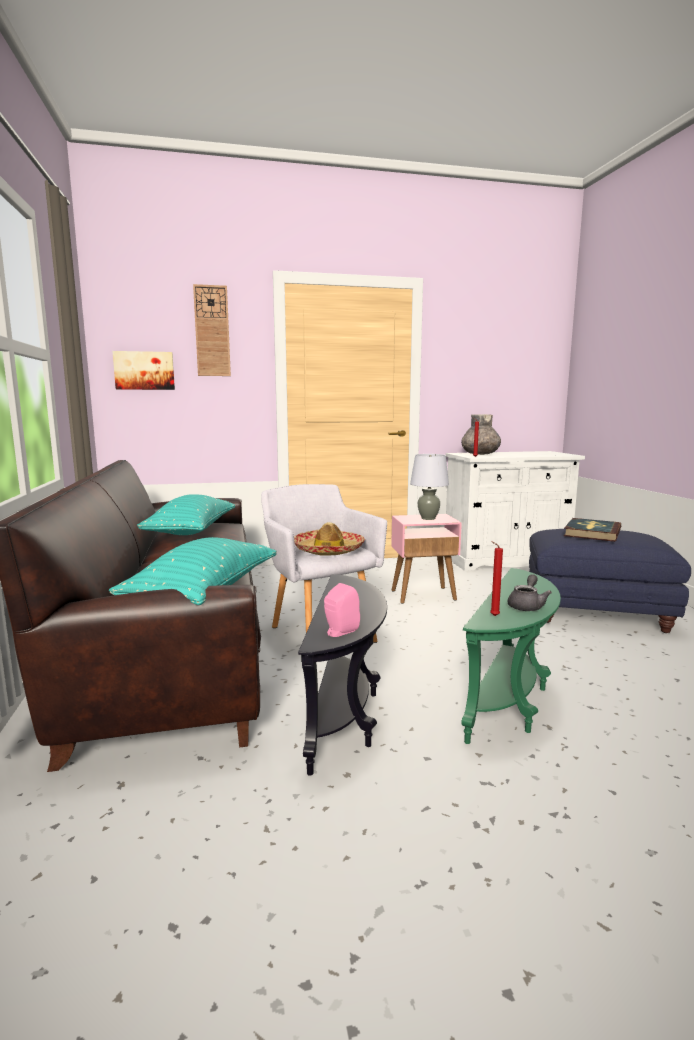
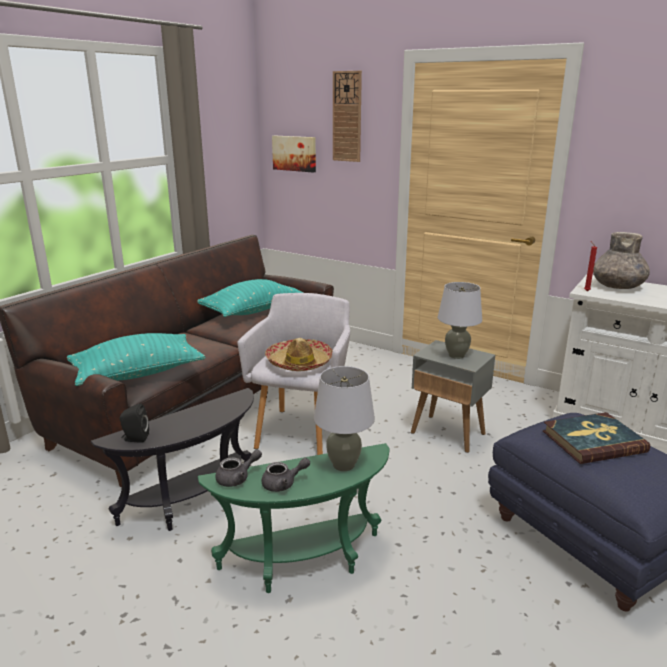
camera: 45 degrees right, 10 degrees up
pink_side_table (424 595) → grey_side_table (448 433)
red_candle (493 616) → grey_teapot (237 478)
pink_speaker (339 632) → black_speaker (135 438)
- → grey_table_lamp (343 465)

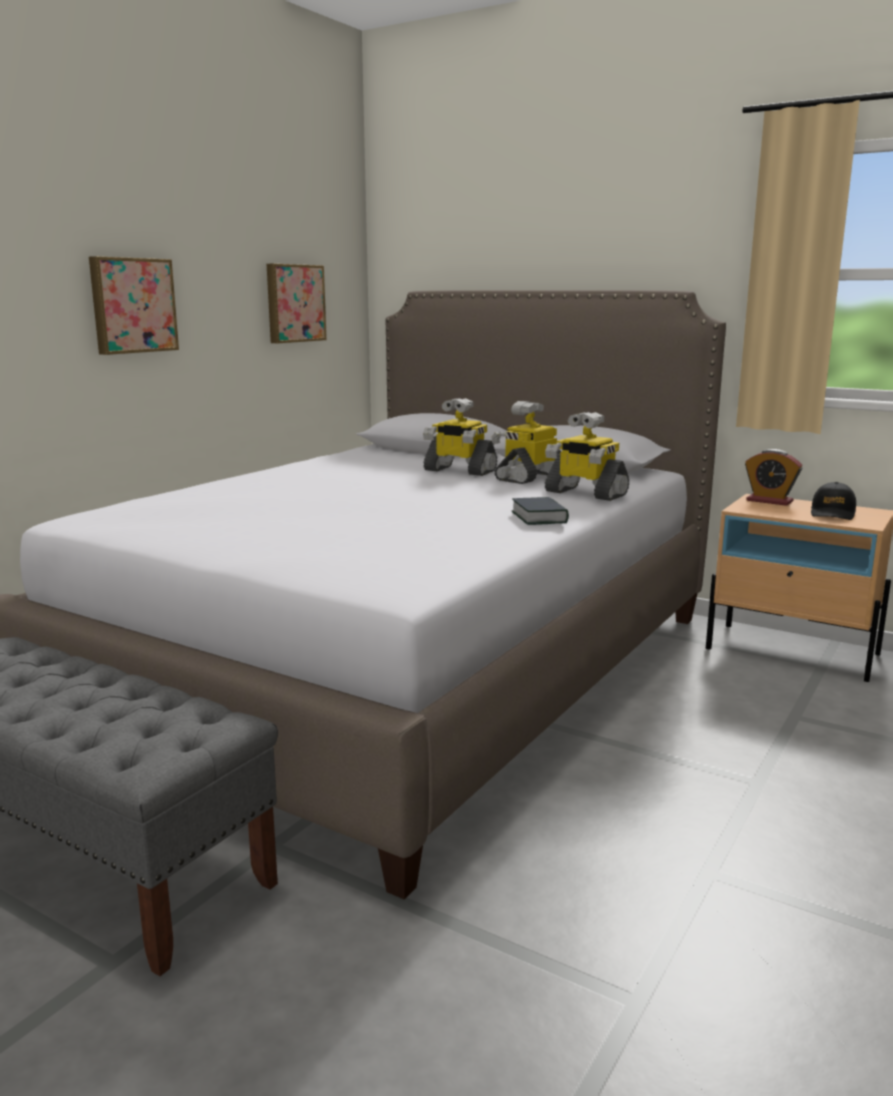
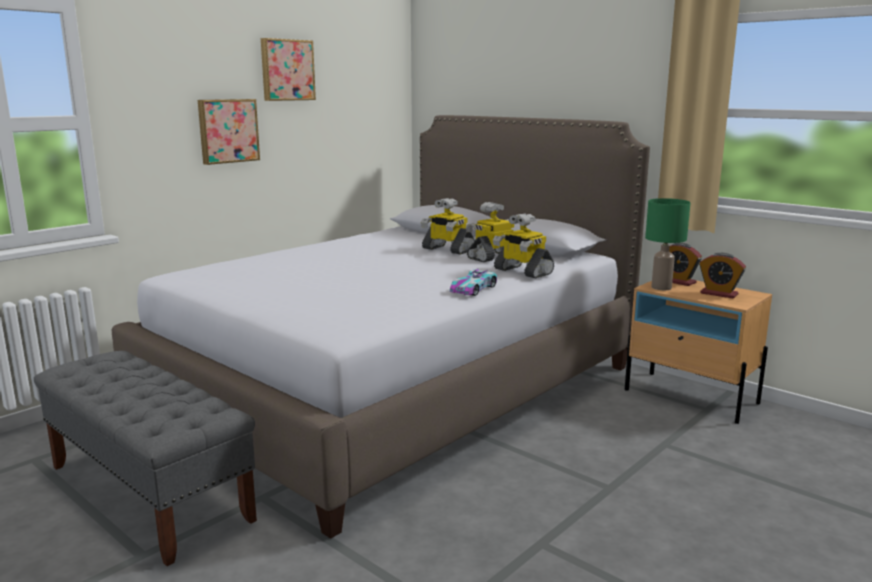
camera: 10 degrees right, 0 degrees up
picture (294 303) → picture (286 70), moved
black_cap (832 513) → alarm_clock (719 294)
book (539 517) → toy_car (473 289)
- → green_table_lamp (661 288)

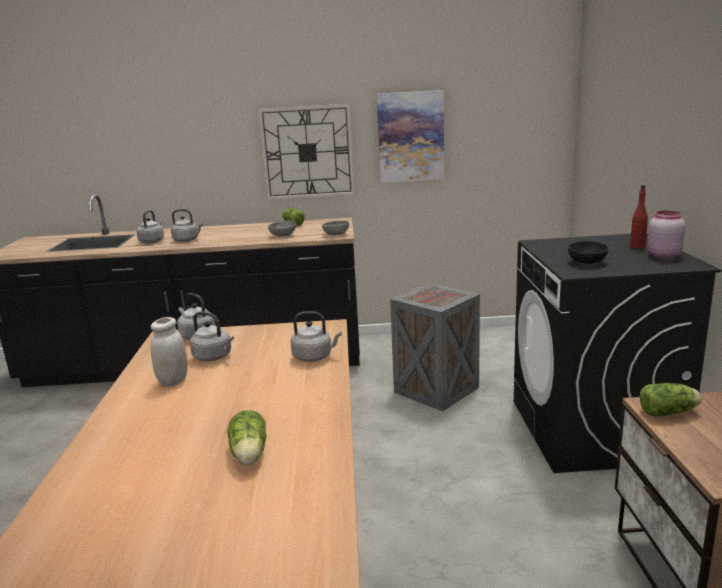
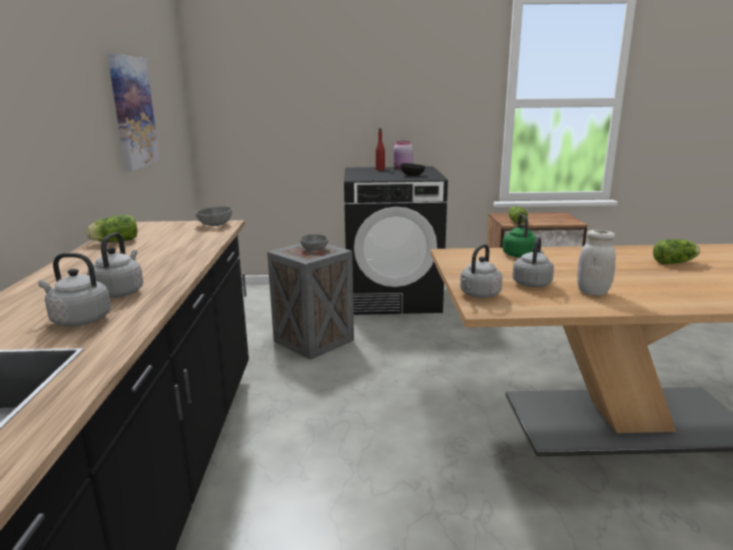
camera: 90 degrees left, 0 degrees up
wall_clock (307 152) → -
grey_bowl (283 235) → grey_bowl (315 249), moved
grey_kettle (314 357) → green_kettle (518 254)

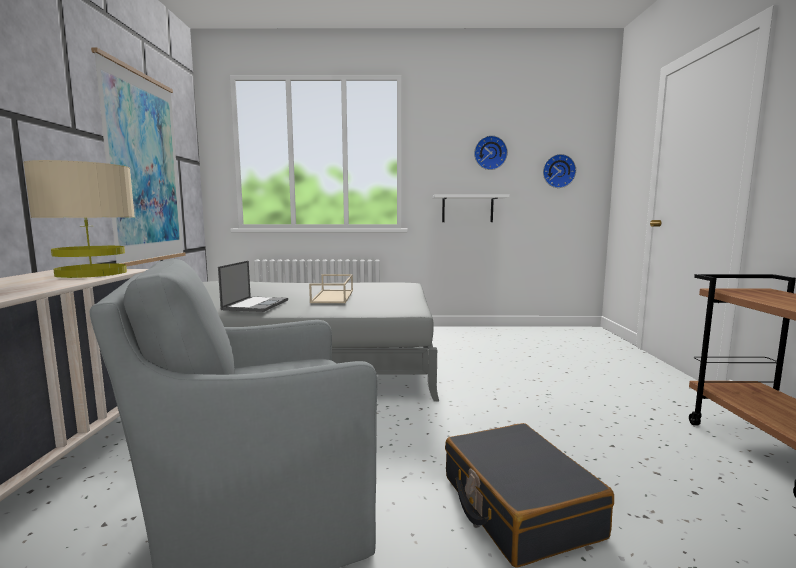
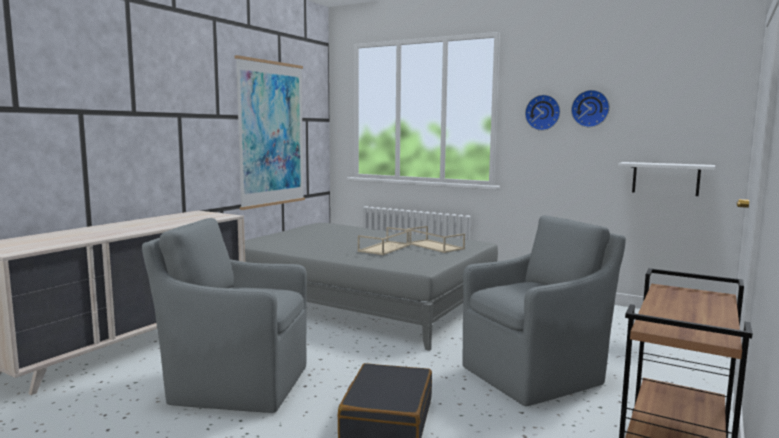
camera: 30 degrees right, 0 degrees up
wall_clock (558 171) → wall_clock (543 112), moved
beige_table_lamp (92 273) → -
white_shelf (467 208) → white_shelf (665 178), moved
laptop (256 304) → -
- → grey_armchair (535 374)
- → beige_tray (434 246)

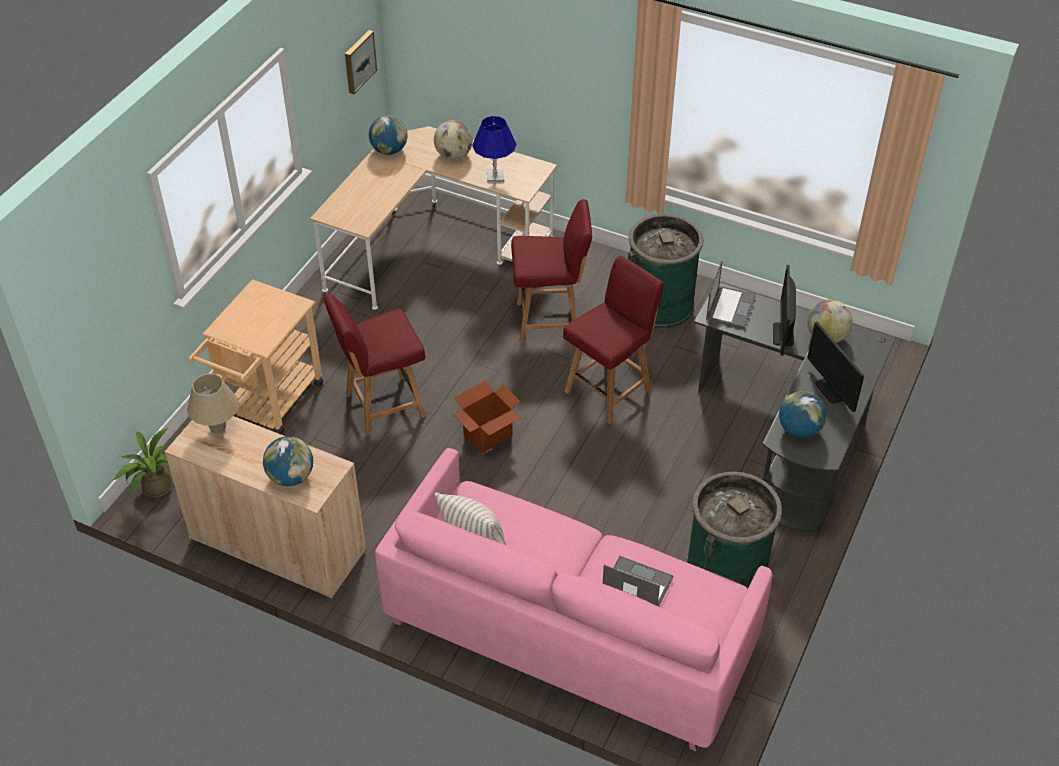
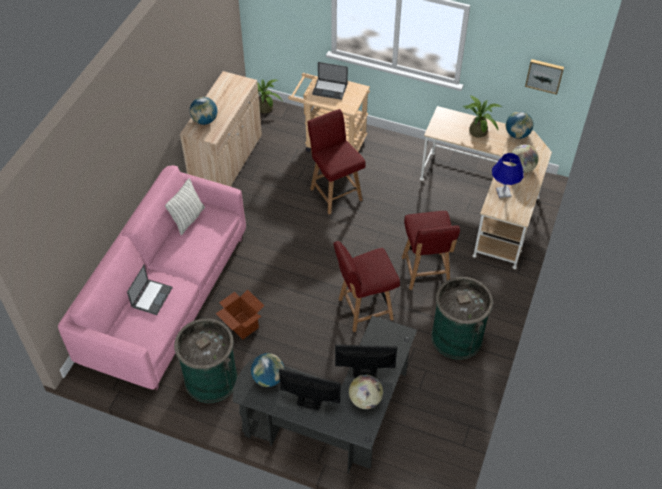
camera: 85 degrees right, 5 degrees up
red_chair (609 390) → red_chair (364 309), 120 degrees clockwise
laptop (730 307) → laptop (330 89), moved
monitor (831 390) → monitor (309 401), 45 degrees clockwise
beige_table_lamp (218 428) → -
cardboard_box (487 436) → cardboard_box (242 325), moved
- → potted_plant (477 130)

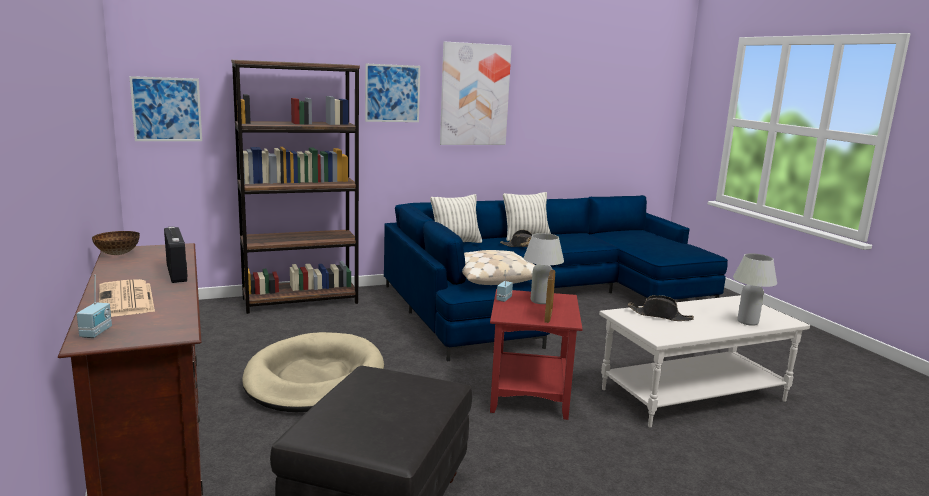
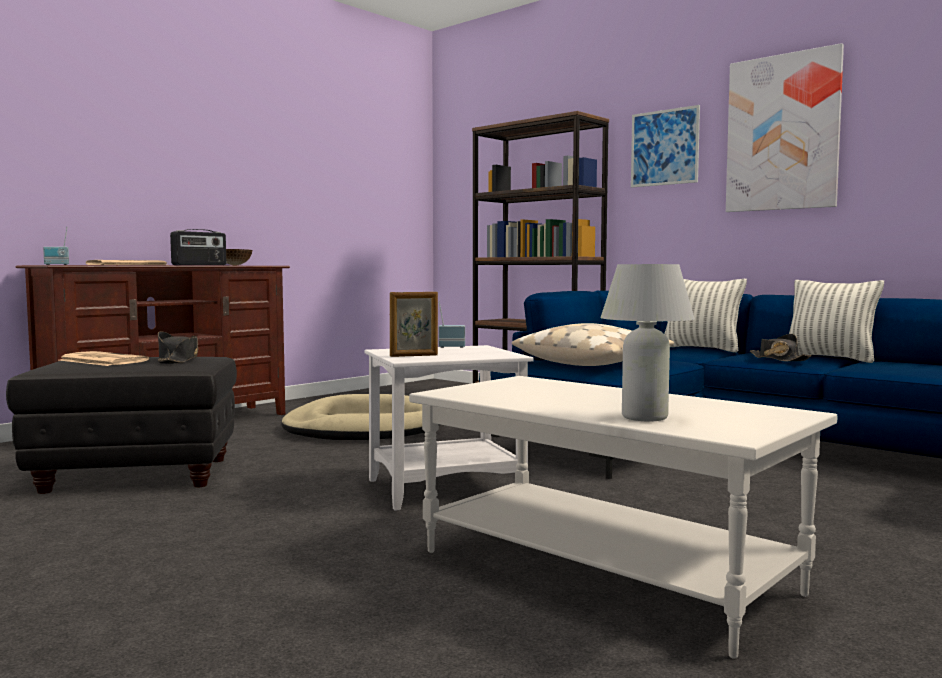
camera: 65 degrees right, 10 degrees down
picture (167 109) → -
white_table_lamp (540 301) → -
red_side_table (527 393) → white_side_table (445 487)
black_hat (660 315) → black_hat (178 360), moved
- → newspaper (101 360)

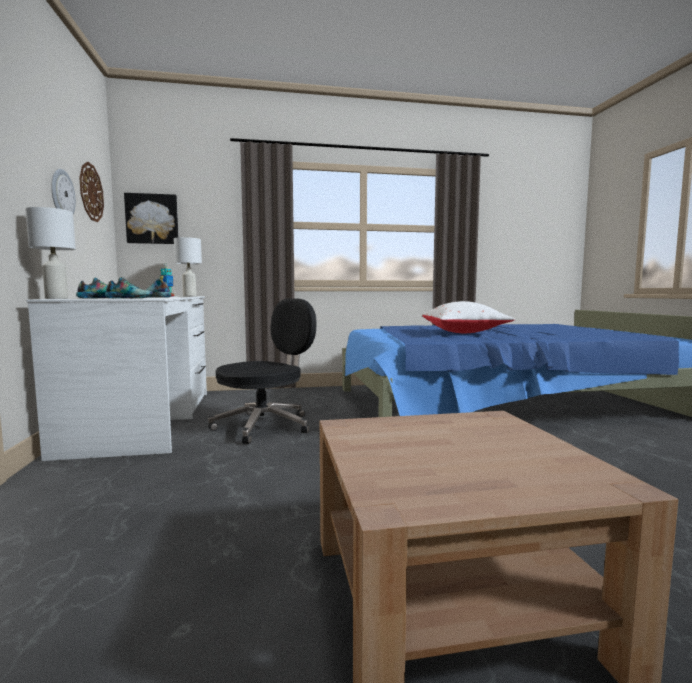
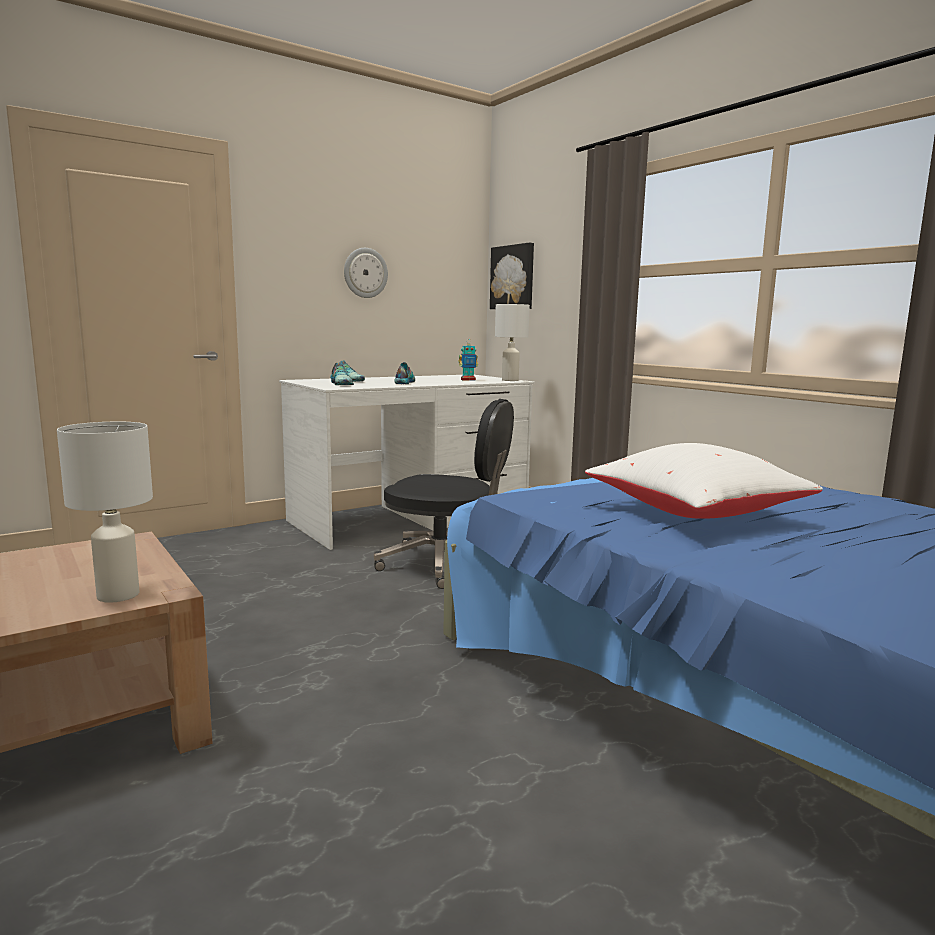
camera: 65 degrees right, 5 degrees up
wall_clock (91 192) → -
white_table_lamp (55 298) → white_table_lamp (117 595), moved

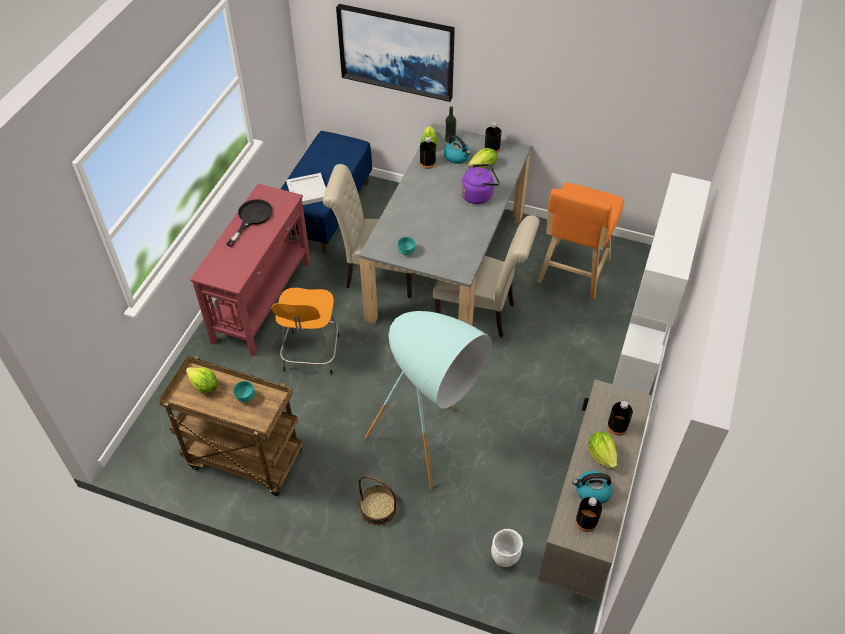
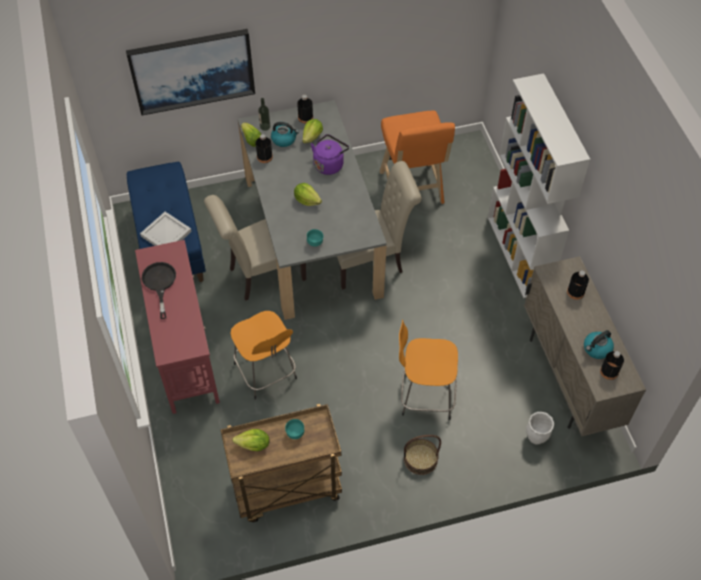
camera: 35 degrees left, 5 degrees up
turquoise_floor_lamp (430 455) → orange_stool (424 396)
lettuce (601 455) → lettuce (307 200), moved

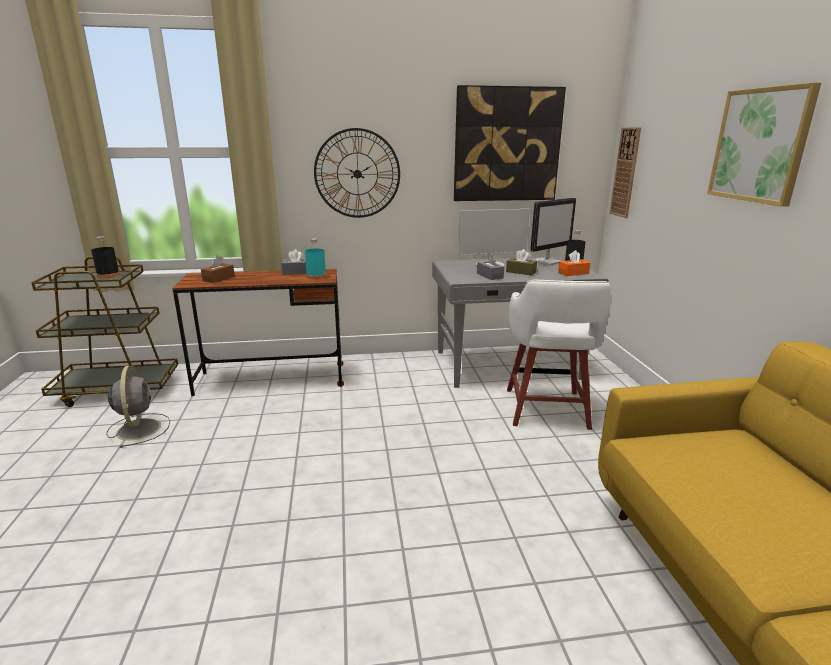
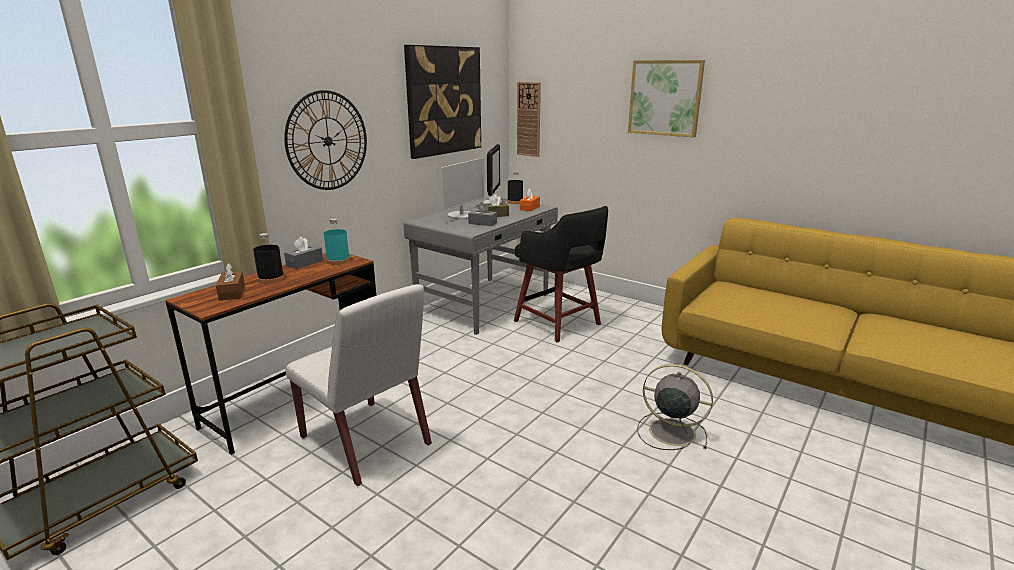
camera: 45 degrees left, 0 degrees up
black_bottle (108 275) → black_bottle (271 279), moved
white_stool (546 410) → black_stool (558 324)
grey_fan (139 428) → grey_fan (670 431), moved
- → white_chair (366 441)

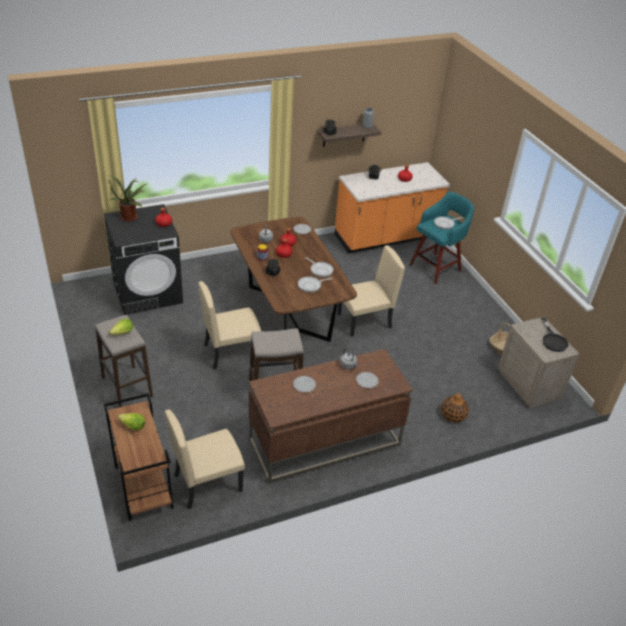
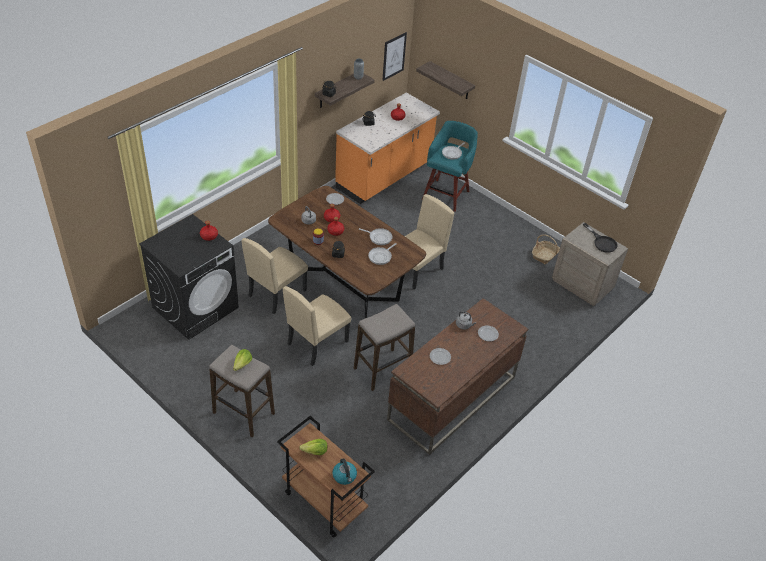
camera: 25 degrees left, 5 degrees up
potted_plant (130 217) → -
vase (453 415) → -
beige_chair (207 482) → beige_chair (277 293), moved
- → picture (394 56)
- → shelf (451 81)
- → kettle (344 476)

